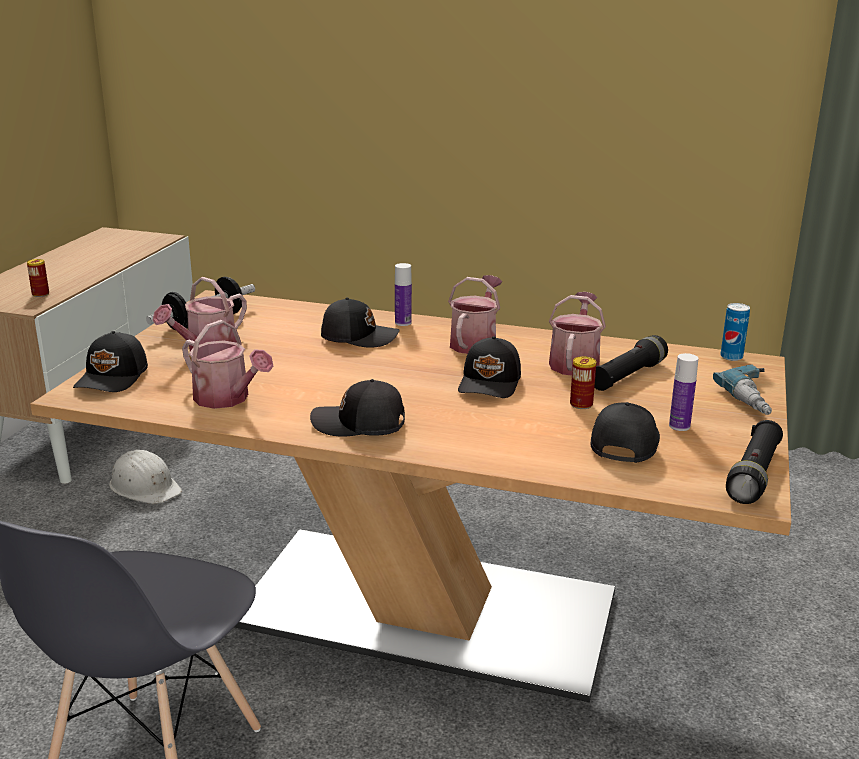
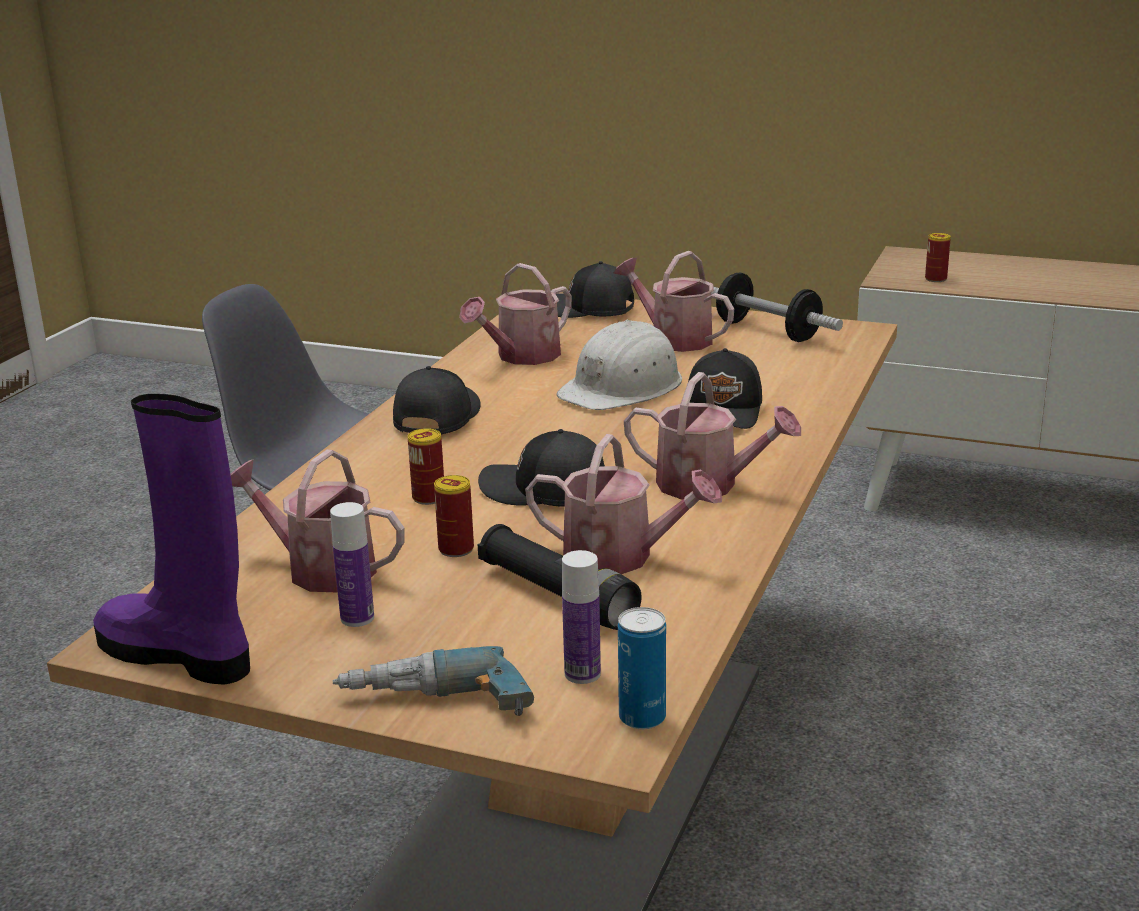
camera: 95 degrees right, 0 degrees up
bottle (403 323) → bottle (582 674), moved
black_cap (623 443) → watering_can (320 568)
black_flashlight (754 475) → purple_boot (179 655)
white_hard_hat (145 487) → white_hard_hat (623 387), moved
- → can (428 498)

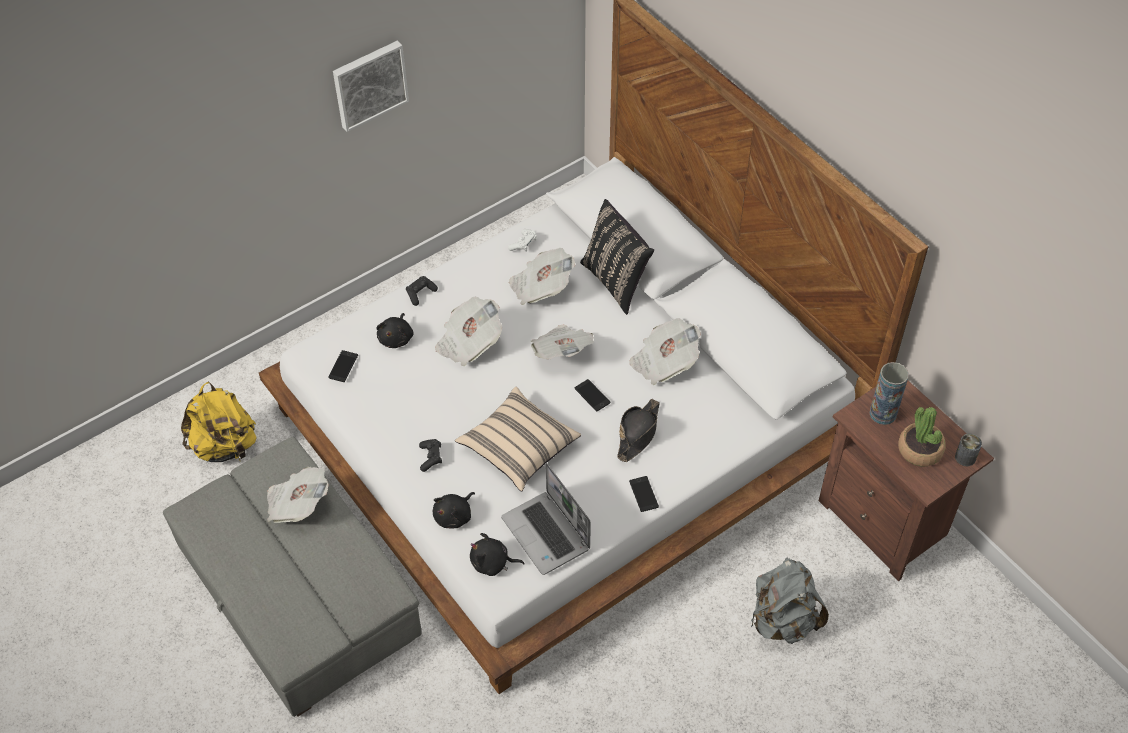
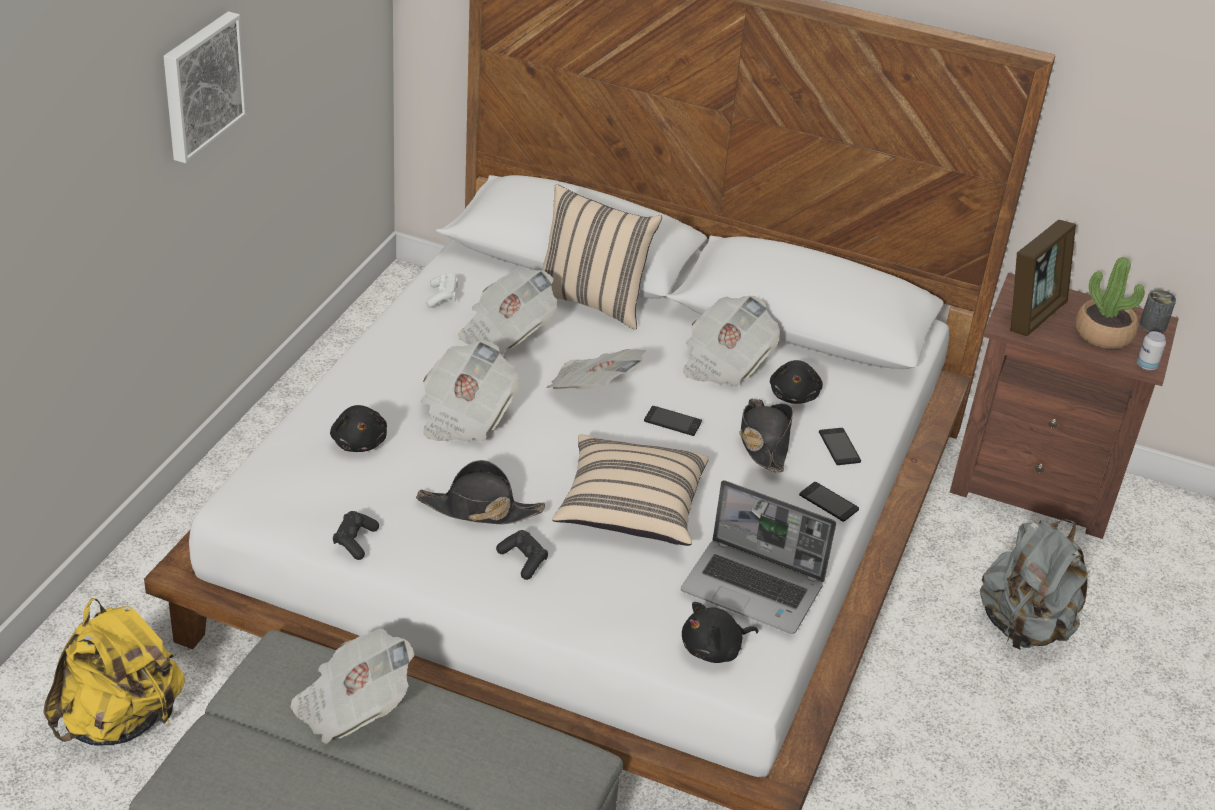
camera: 35 degrees left, 15 degrees down
black_pillow (616 281) → beige_pillow (592 301)
black_game_controller (420 293) → black_game_controller (355 541), moved
phone (343 366) → phone (839 447), moved
vase (883 413) → picture_frame (1033 314)
black_plush_toy (454 516) → black_plush_toy (794 395), moved
- → can (1146 366)
- → black_hat (479 509)

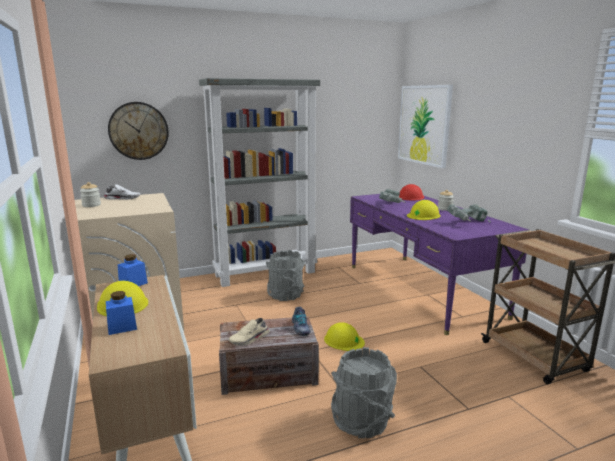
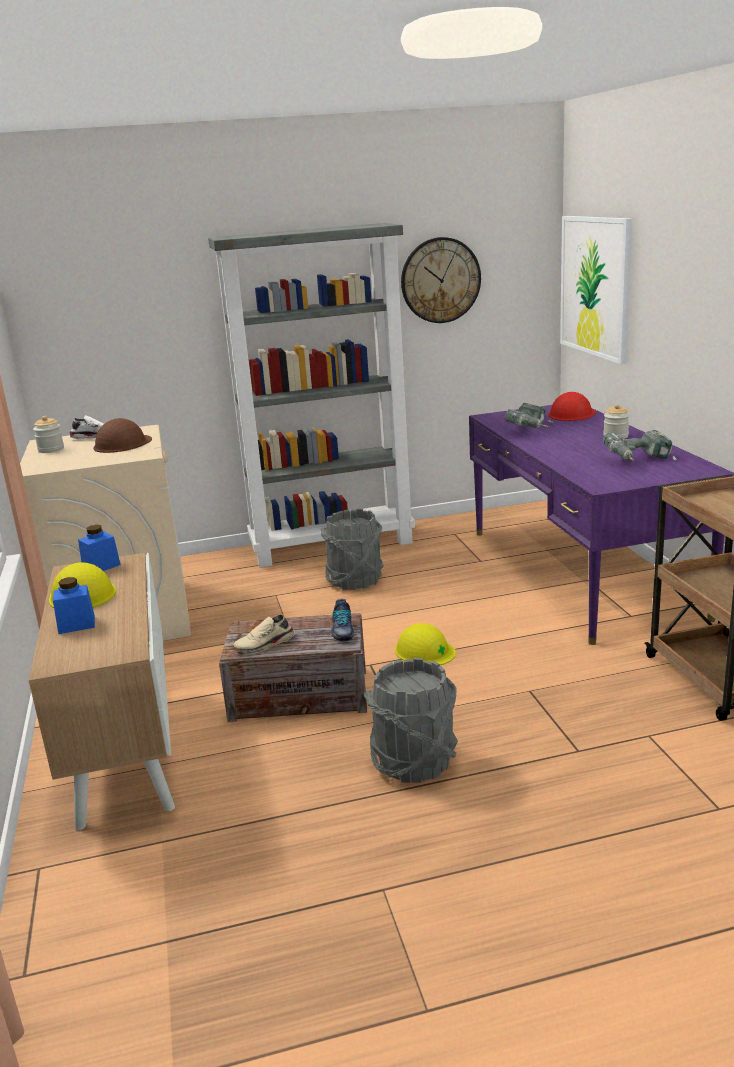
camera: 10 degrees right, 5 degrees up
wall_clock (138 131) → wall_clock (440 280), moved
yellow_hard_hat (423 215) → -
- → brown_hard_hat (122 444)

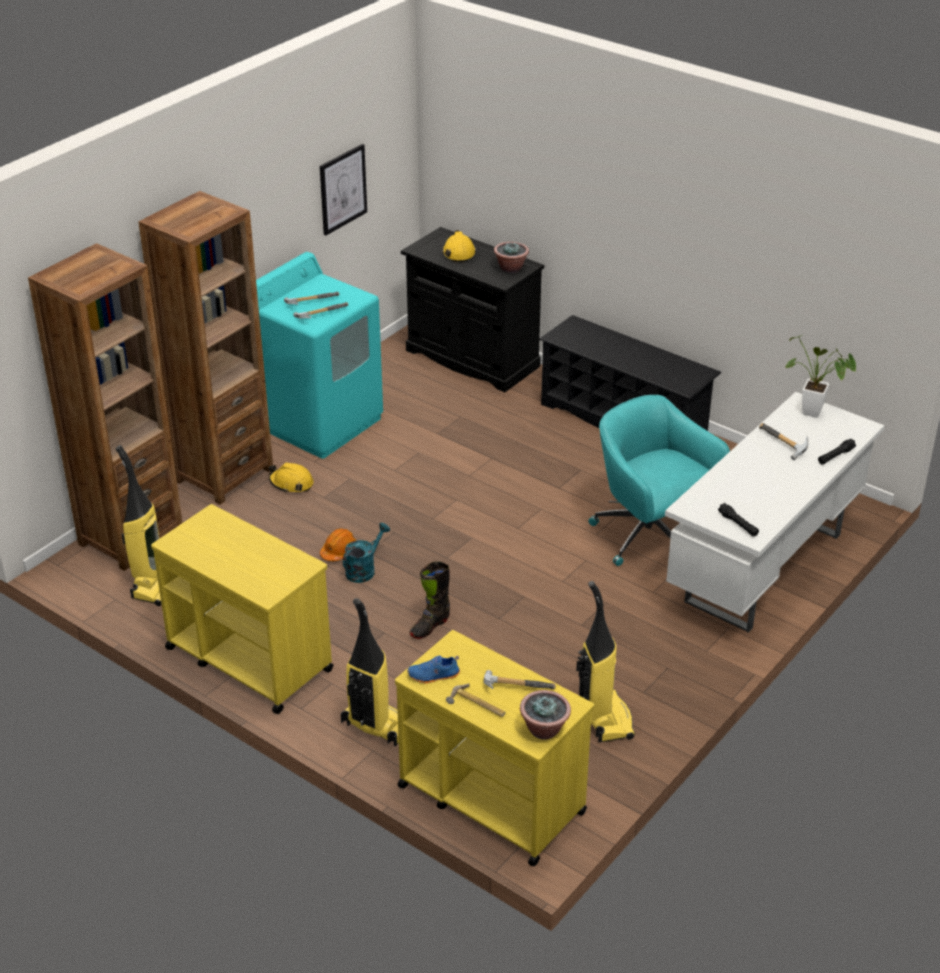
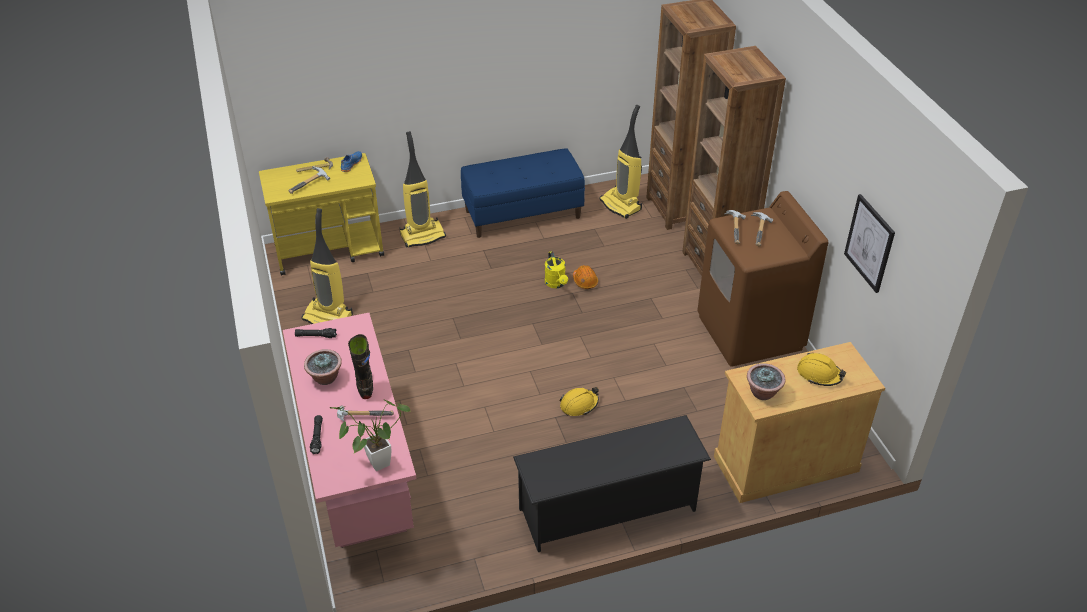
camera: 125 degrees right, 5 degrees up
black_cabinet (472 359) → beige_cabinet (785 463)
turquoise_washing_machine (319 422) → brown_washing_machine (750 332)
white_desk (765 569) → pink_desk (357 474)
turquoise_office_chair (650 537) → -
yellow_hard_hat (291 483) → yellow_hard_hat (579 405), moved
yellow_cart (248 658) → blue_bench (523 214)
turquoise_watering_can (364 569) → yellow_watering_can (556 284)
black_boot (430 626) → black_boot (365 384), moved
potted_plant (544 729) → potted_plant (325 378), moved

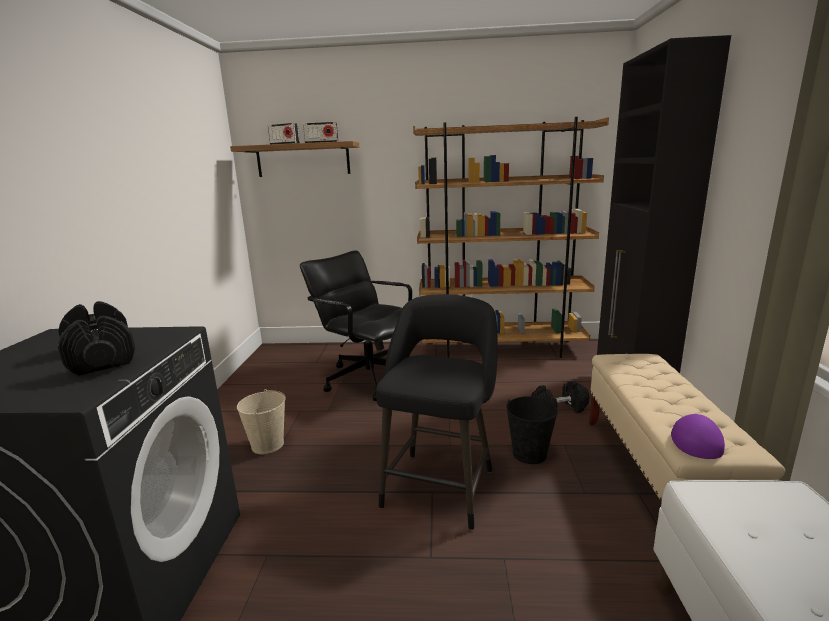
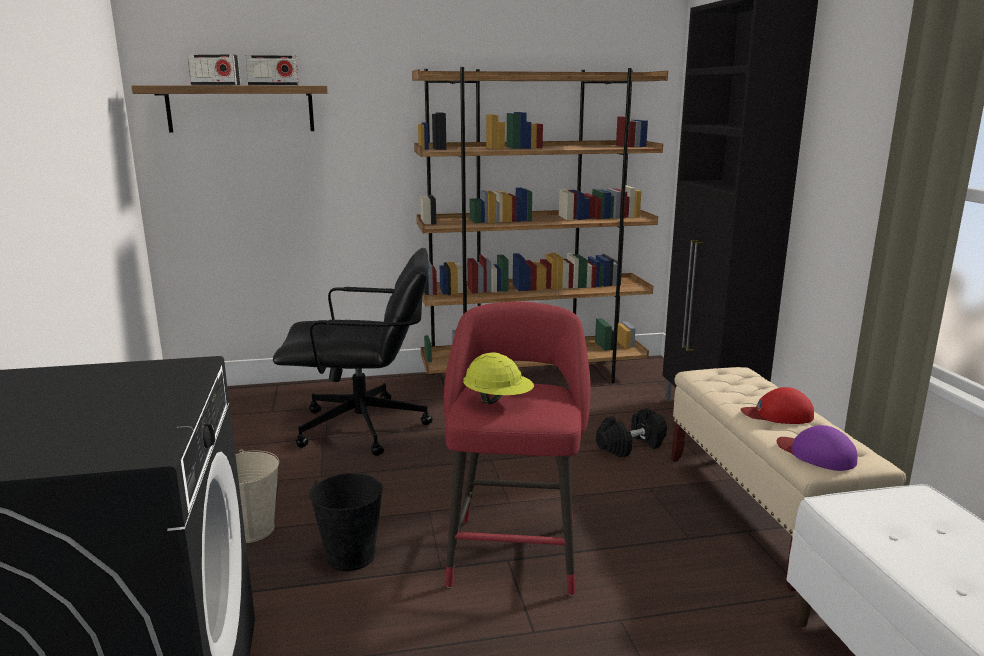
camera: 15 degrees left, 0 degrees up
black_office_chair (369 378) → black_office_chair (364 428), 150 degrees clockwise
black_stool (440 484) → red_stool (514 549)
black_dumbbell (101 358) → -
black_bucket (529 453) → black_bucket (351 555), moved
purple_cap (695 439) → purple_cap (816 454), 45 degrees counterclockwise
- → yellow_hard_hat (498 400)
- → red_cap (778 414)

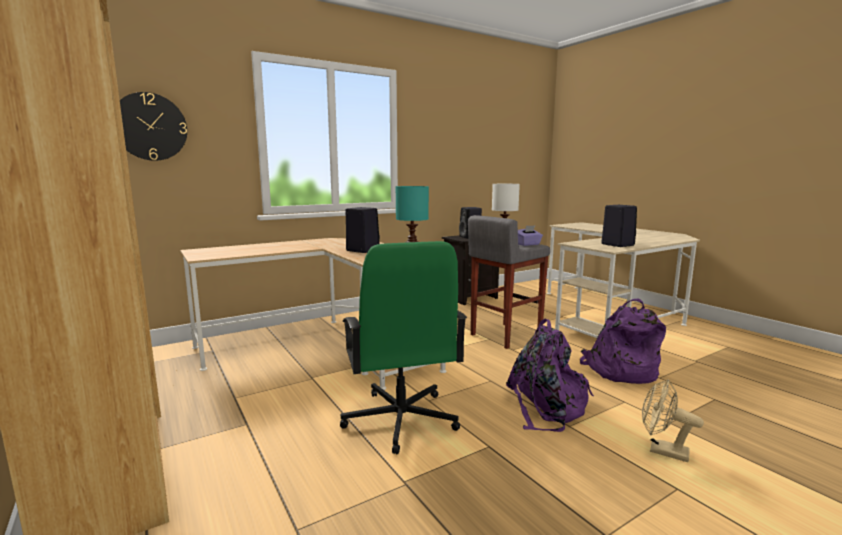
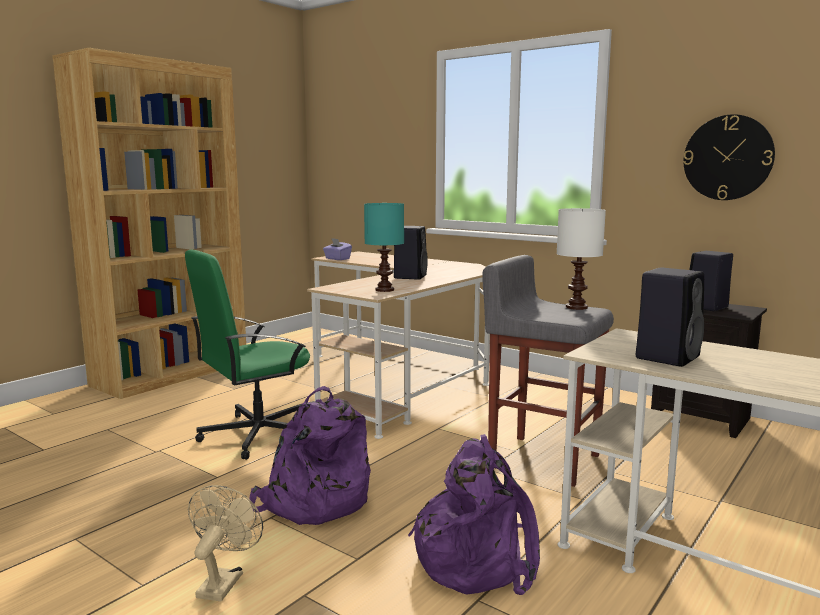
camera: 70 degrees right, 0 degrees up
wall_clock (150 127) → wall_clock (728 157), moved
purple_tissue_box (528 244) → purple_tissue_box (337 259), moved

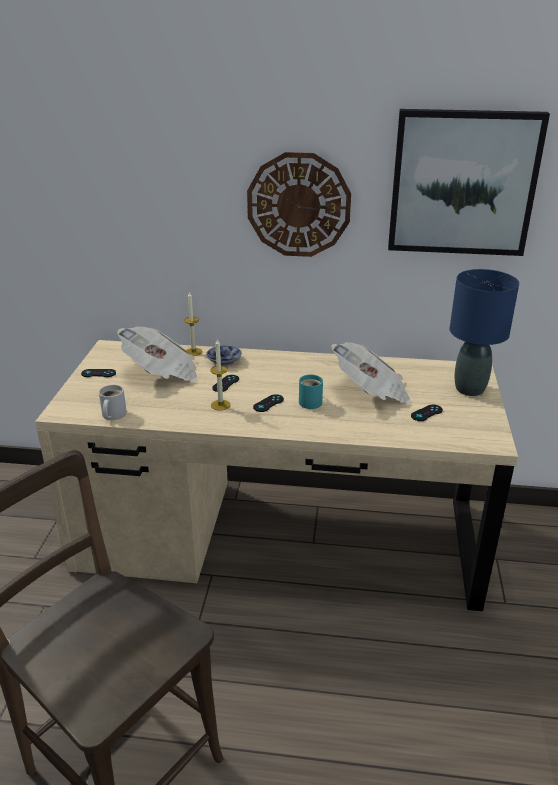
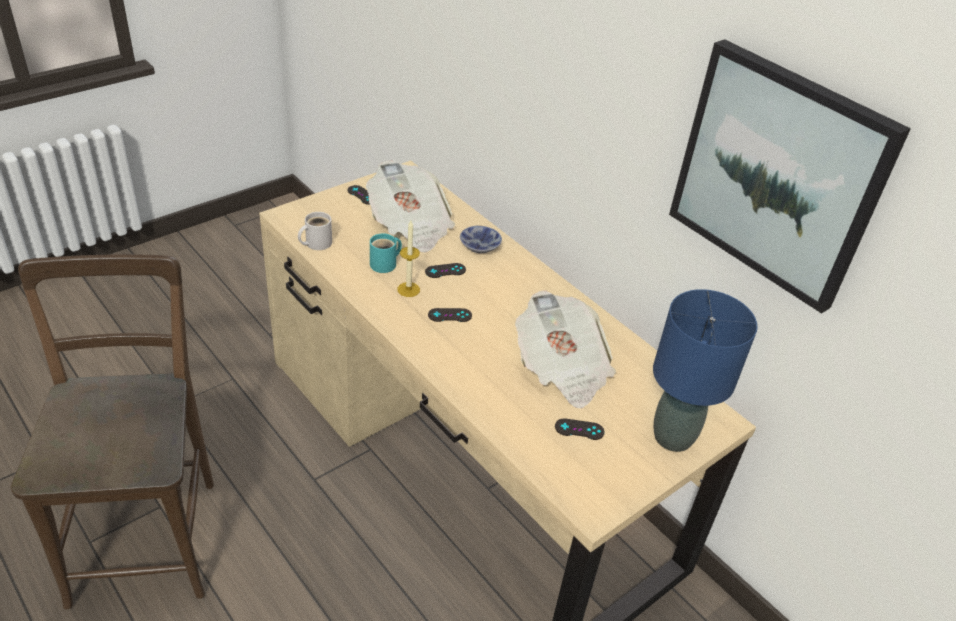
camera: 40 degrees right, 10 degrees up
wall_clock (298 205) → -
candle (193 352) → -
turquoise_mug (311 401) → turquoise_mug (385 264), moved

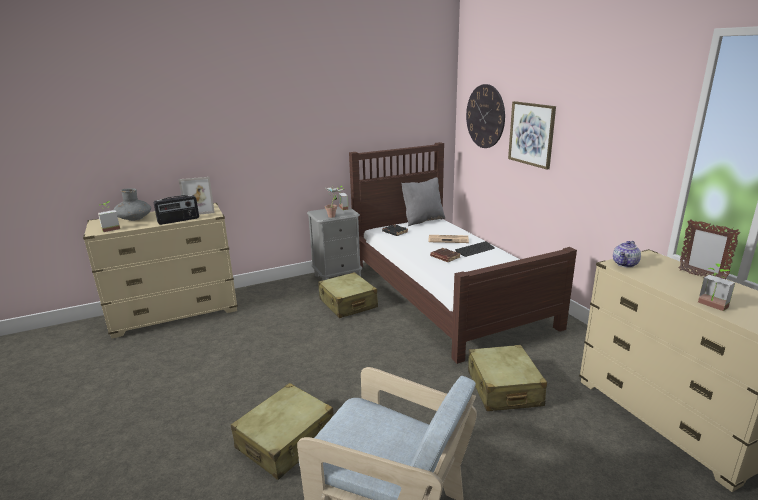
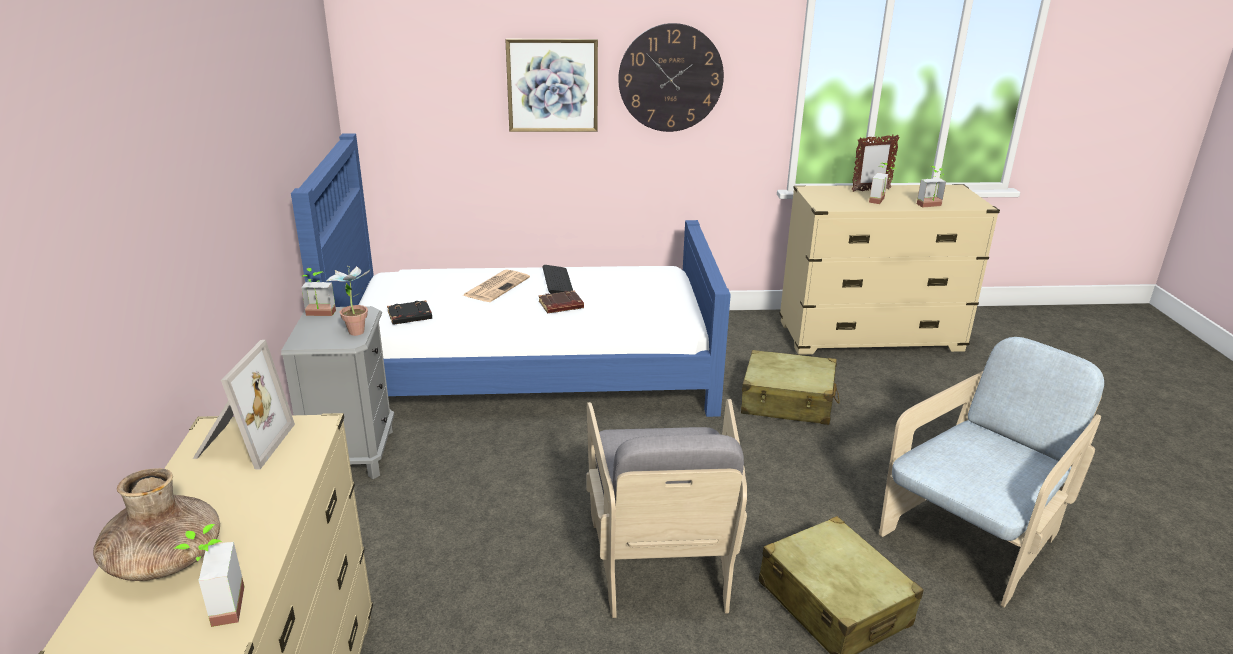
camera: 70 degrees left, 5 degrees up
wall_clock (485 116) → wall_clock (670 78), moved
brown_bed (445 293) → blue_bed (528 370)
grey_pillow (422 220) → -
grey_vase (134 219) → brown_vase (165 560)
radio (178 220) → -
teapot (625 264) → -
beige_suitcase (348 304) → -
- → potted_plant (881 201)
- → grey_armchair (661 558)

